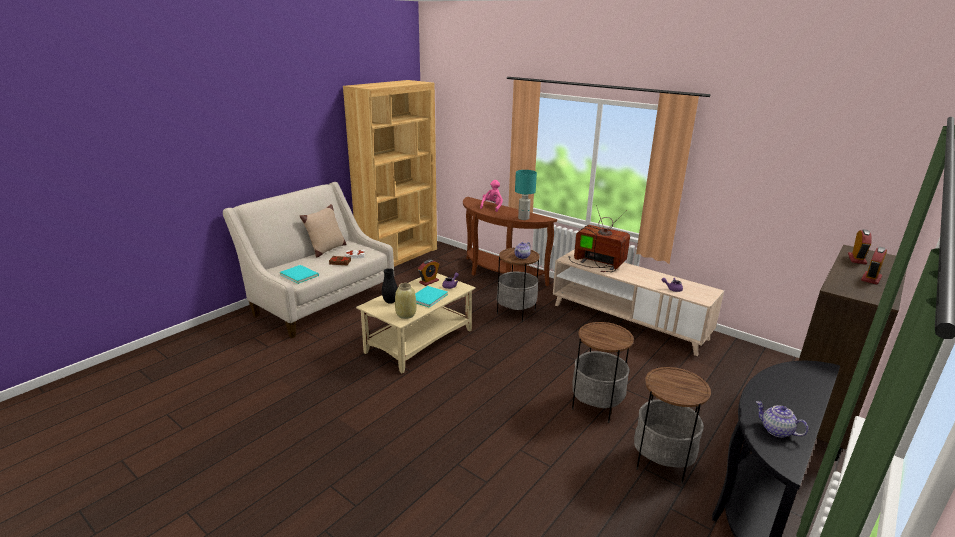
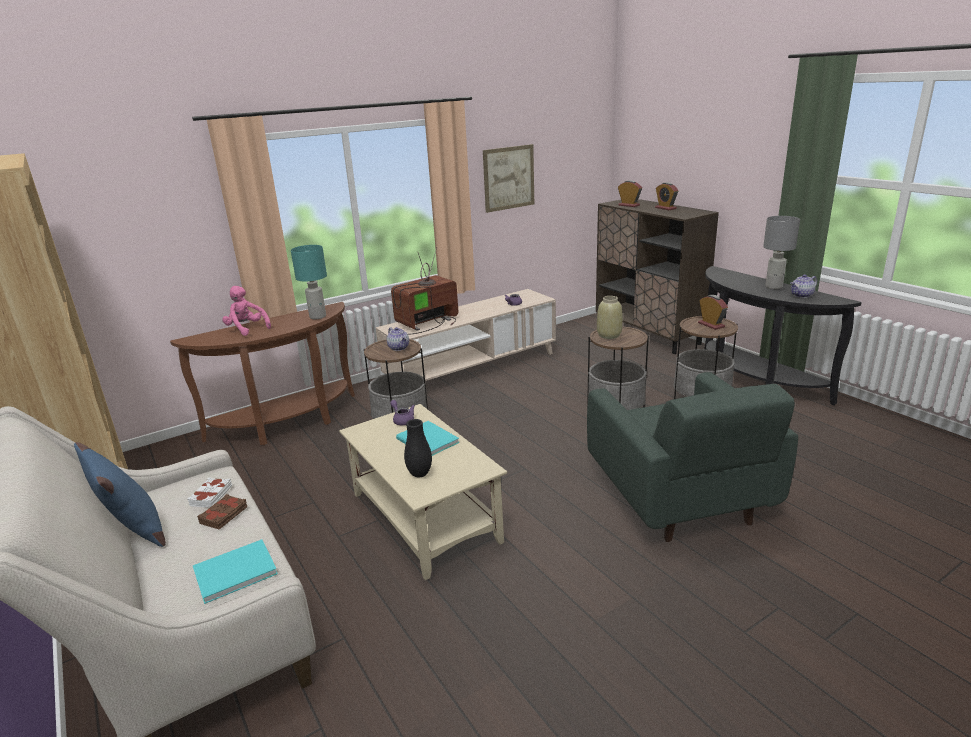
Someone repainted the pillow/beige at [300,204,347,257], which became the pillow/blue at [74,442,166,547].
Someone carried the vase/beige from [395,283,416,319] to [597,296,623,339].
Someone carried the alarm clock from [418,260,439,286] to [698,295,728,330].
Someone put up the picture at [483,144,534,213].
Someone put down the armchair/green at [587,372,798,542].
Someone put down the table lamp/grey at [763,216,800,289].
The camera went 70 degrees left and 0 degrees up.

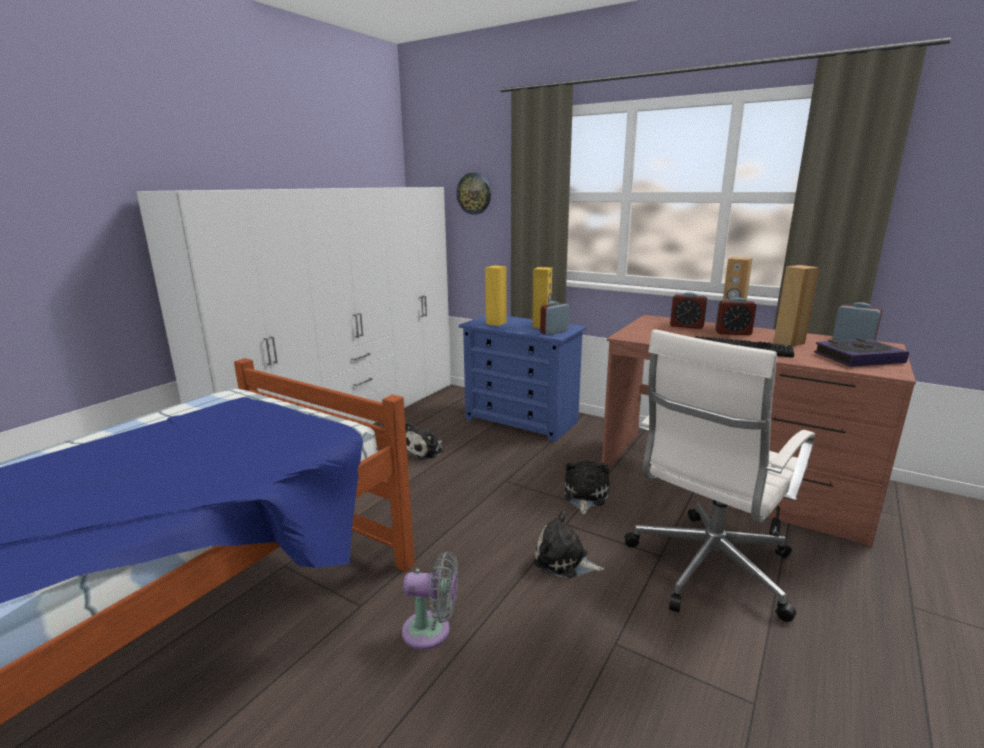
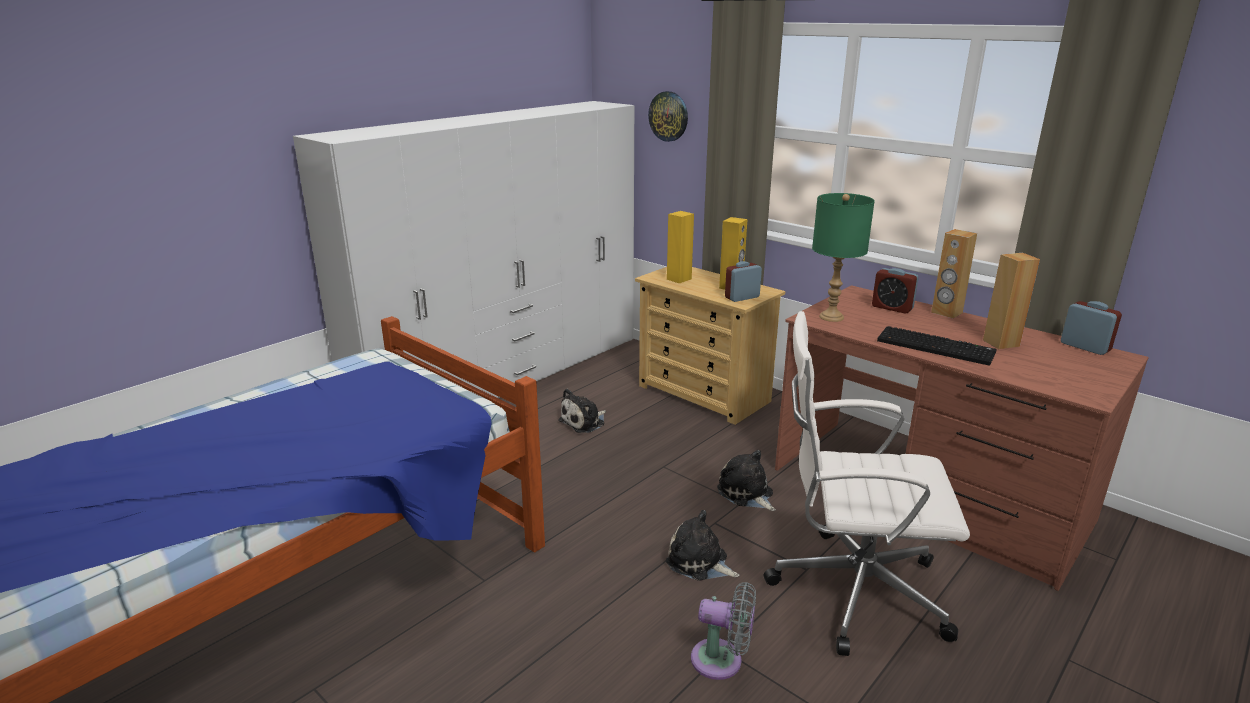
Someone carried the fan/grey from [402,551,458,650] to [691,582,756,680].
Someone repainted the dresser/blue at [459,315,587,442], which became the dresser/beige at [635,267,785,425].
Someone rotated the plush toy at [564,461,609,514] by 60 degrees counterclockwise.
Someone rotated the office chair/white at [624,329,815,622] by 45 degrees clockwise.
Someone took away the alarm clock at [715,297,757,335].
Someone took away the book at [814,338,909,367].
Someone put down the table lamp/green at [812,193,875,322].
The camera went 10 degrees right and 5 degrees up.

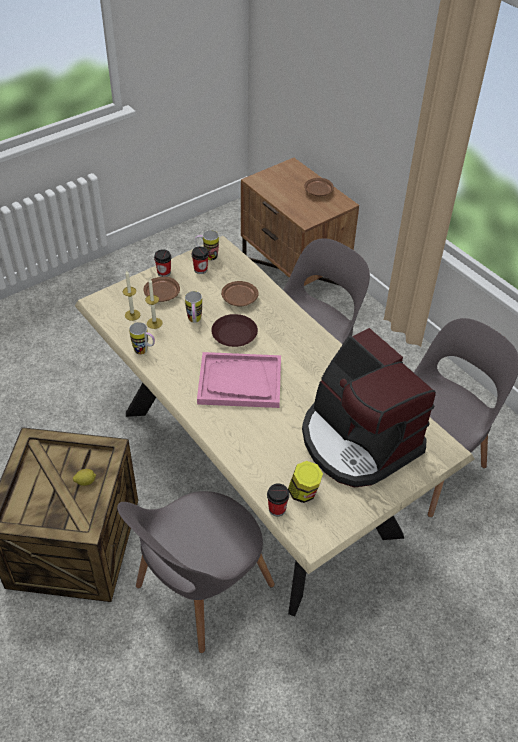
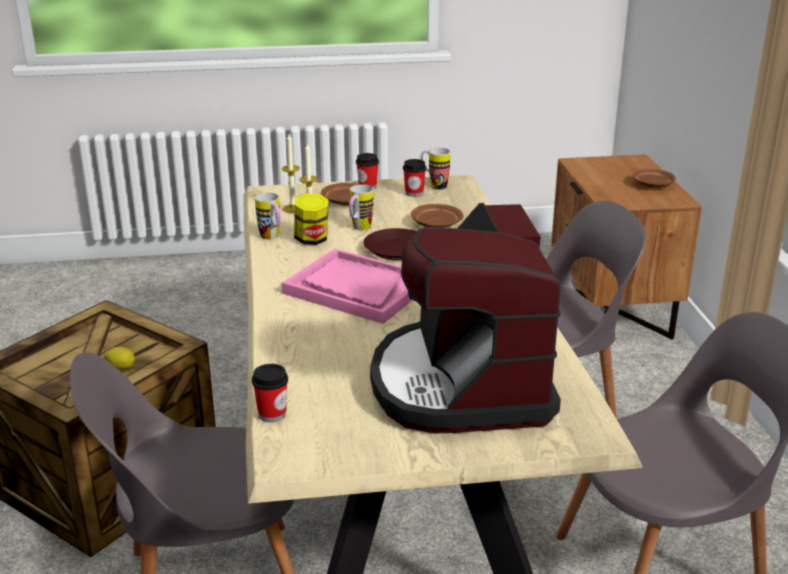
Someone carried the jar from [288,461,323,503] to [294,193,329,245].
The camera went 30 degrees right and 20 degrees down.

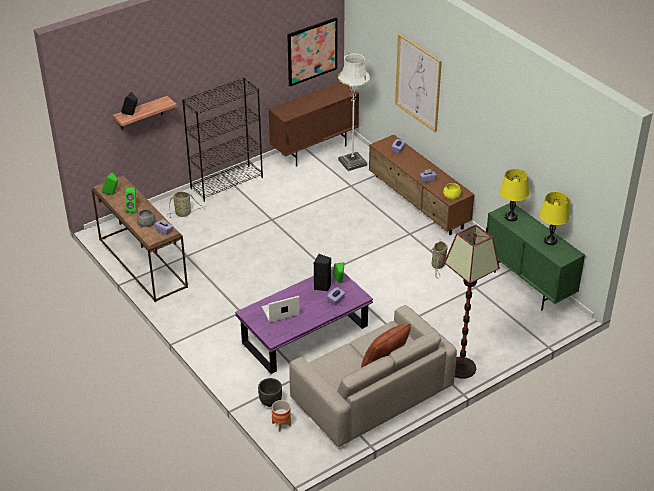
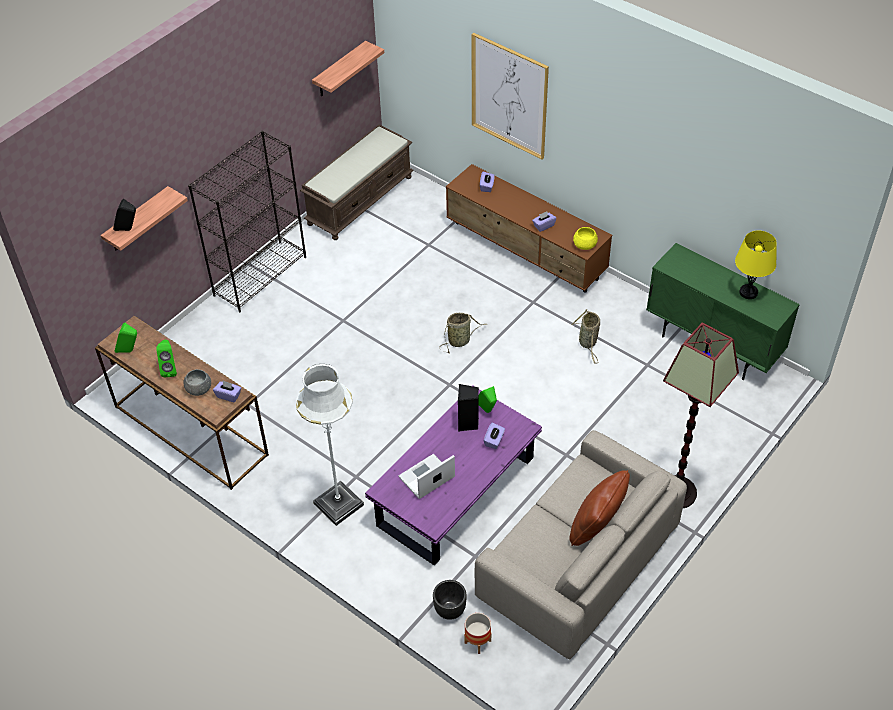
Someone carried the basket from [167,192,206,218] to [439,313,486,354].
Someone swapped the cabinet/brown at [268,82,359,167] for the bench/brown at [300,124,414,240].
Someone swapped the picture at [287,18,338,87] for the shelf at [312,41,384,96].
Someone carried the floor lamp/white from [338,53,370,171] to [296,363,364,526].
Someone took away the table lamp/yellow at [500,169,529,221].
The camera went 15 degrees left and 10 degrees up.

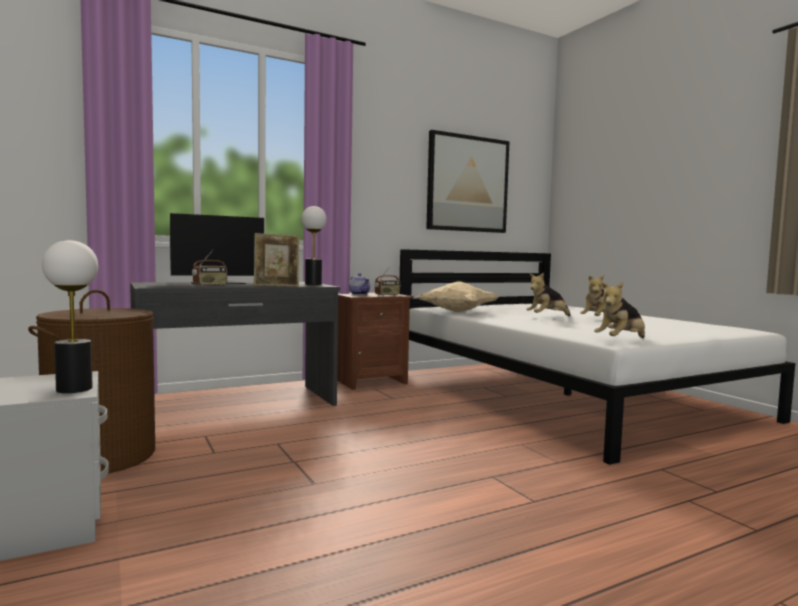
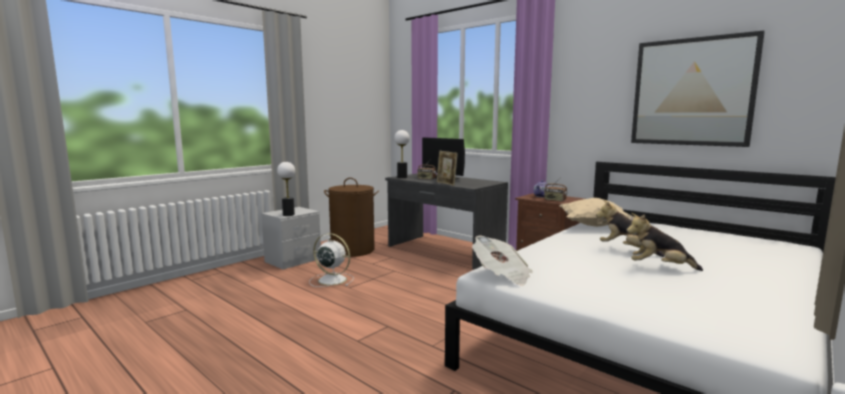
Someone carried the table lamp from [301,206,327,285] to [394,130,410,178].
Someone swapped the plush toy at [594,282,645,338] for the newspaper at [472,236,533,286].
Someone put down the fan/white at [309,233,354,287].
The camera went 70 degrees right and 5 degrees up.

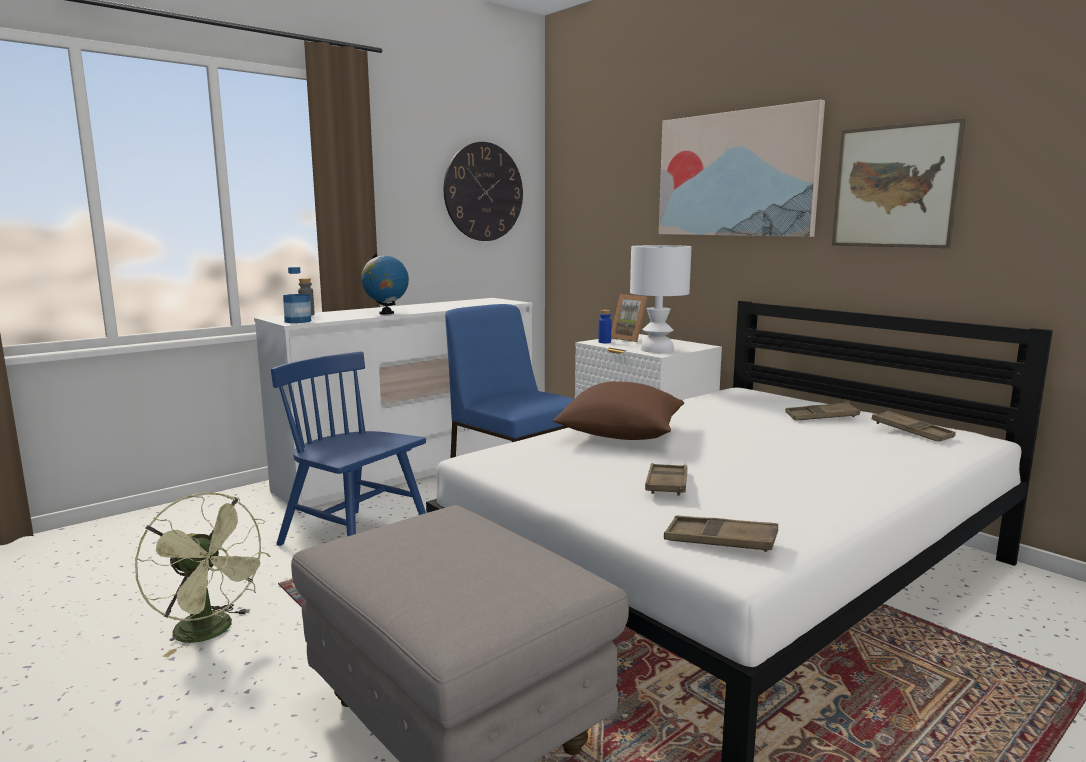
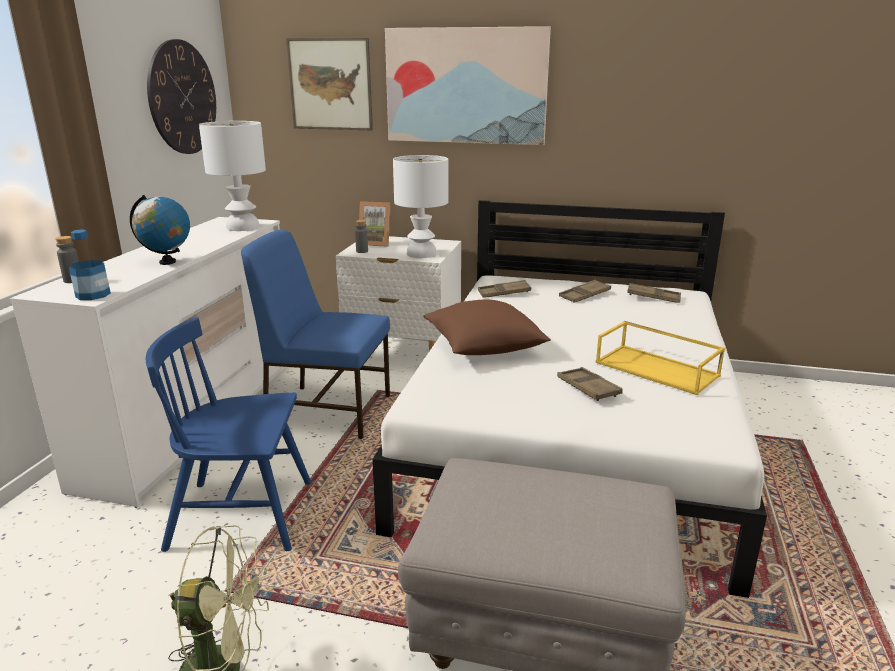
Someone repainted the bottle/blue at [598,310,612,343], which became the bottle/grey at [355,220,368,253].
Someone carried the tray/brown from [664,515,778,552] to [478,280,531,298].
Someone carried the picture from [832,118,966,248] to [286,38,373,130].
Someone put down the table lamp/white at [199,121,266,231].
Someone put down the tray/yellow at [596,321,725,395].
The camera went 35 degrees left and 10 degrees up.

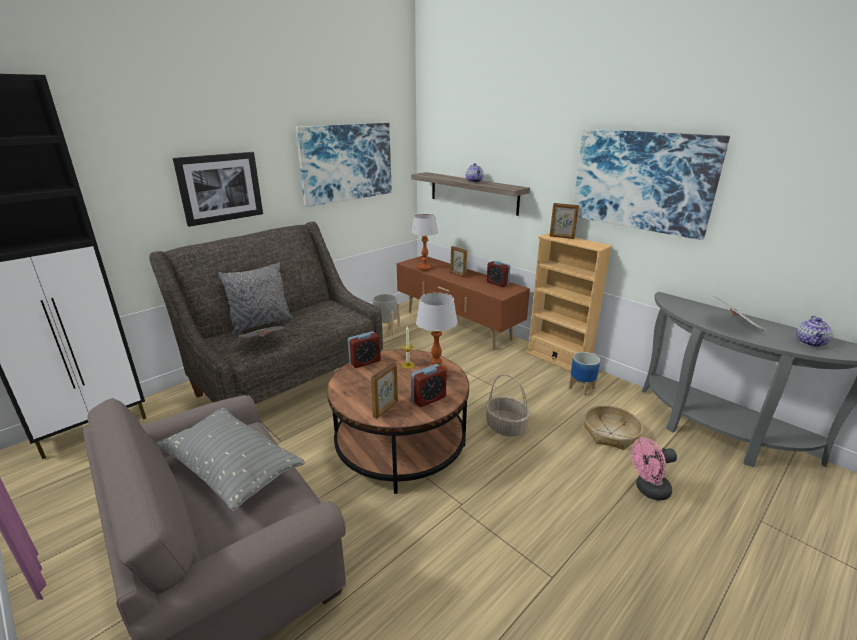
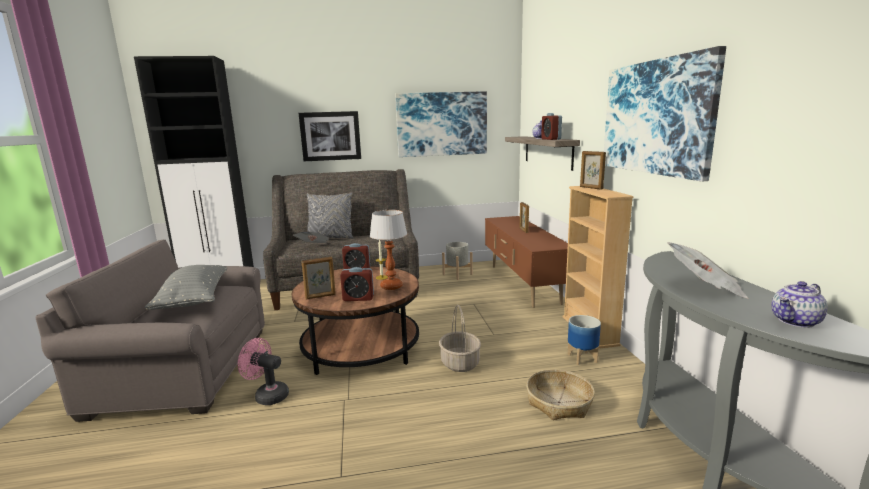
Someone took away the table lamp at [412,214,438,271].
Someone carried the alarm clock from [487,261,510,287] to [541,113,562,140].
Someone carried the fan/pink from [631,437,677,501] to [238,338,289,405].
The camera went 35 degrees right and 10 degrees down.

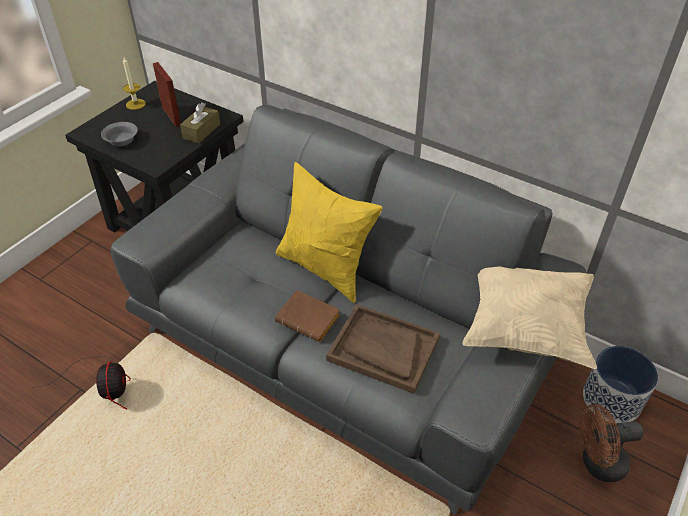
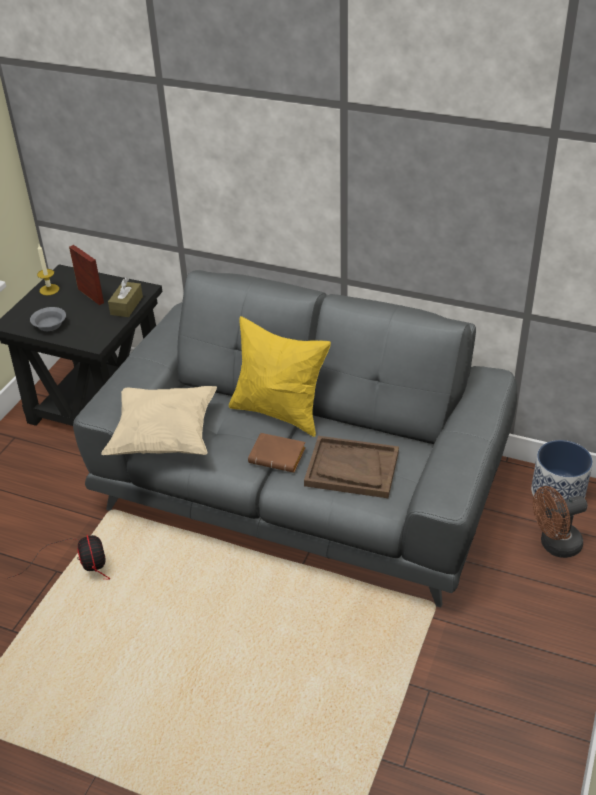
Someone carried the pillow/beige from [463,266,597,369] to [101,386,217,455].
The camera went 10 degrees left and 5 degrees down.

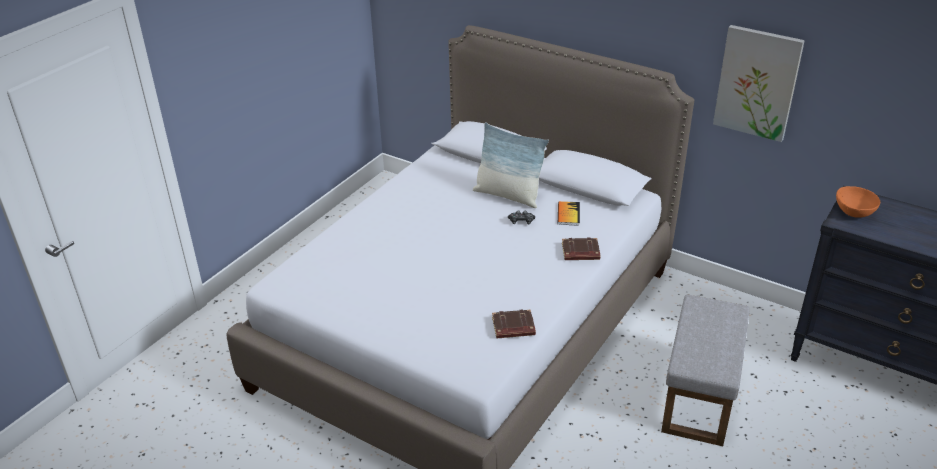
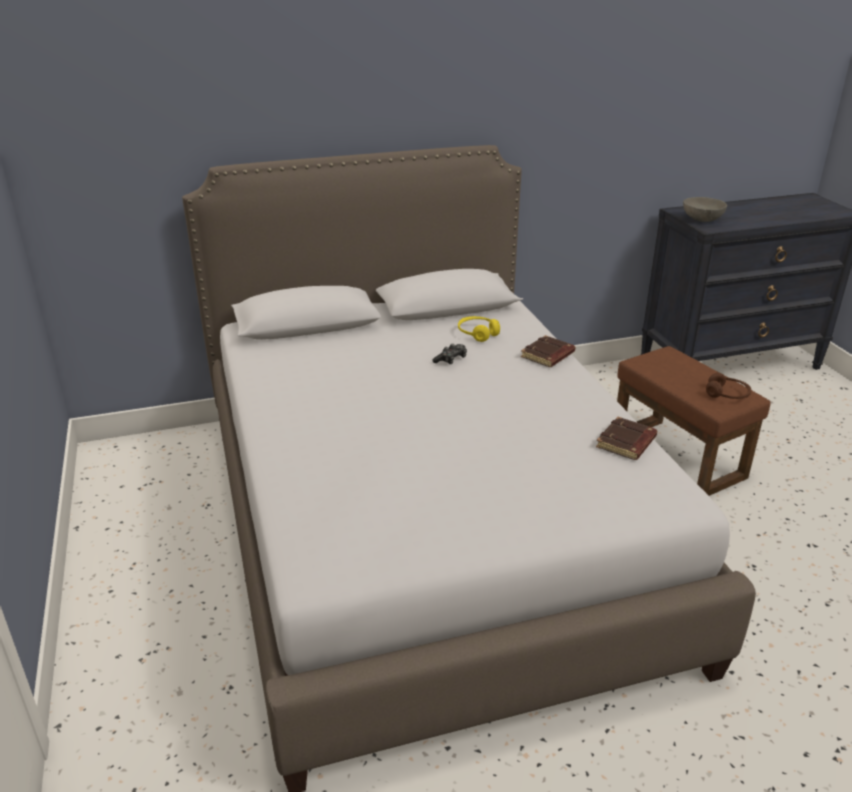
Someone took away the pillow at [473,122,549,208].
Someone swapped the book at [558,201,580,226] for the headphones/yellow at [458,316,500,342].
Someone repainted the ottoman/grey at [661,295,750,446], which became the ottoman/brown at [617,346,771,496].
Someone took away the picture at [713,25,805,142].
Someone repainted the bowl/orange at [836,186,880,218], which became the bowl/grey at [683,197,727,222].
Someone put down the headphones/brown at [706,373,751,399].
The camera went 50 degrees left and 5 degrees down.

